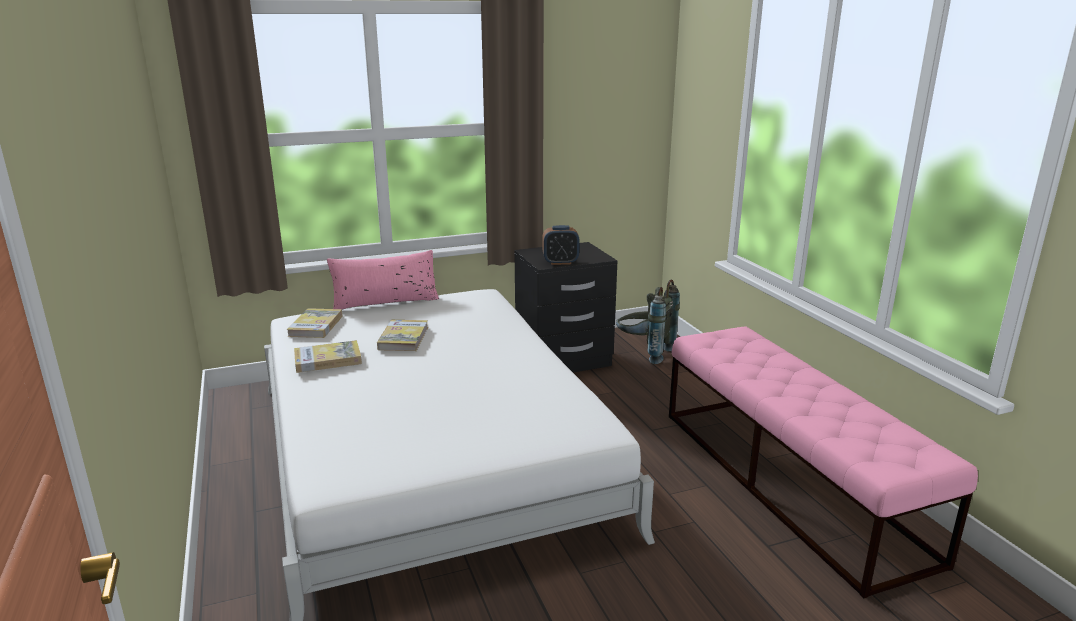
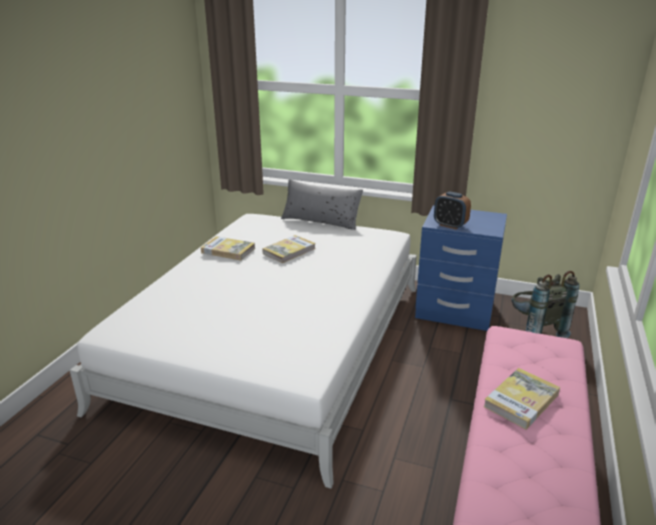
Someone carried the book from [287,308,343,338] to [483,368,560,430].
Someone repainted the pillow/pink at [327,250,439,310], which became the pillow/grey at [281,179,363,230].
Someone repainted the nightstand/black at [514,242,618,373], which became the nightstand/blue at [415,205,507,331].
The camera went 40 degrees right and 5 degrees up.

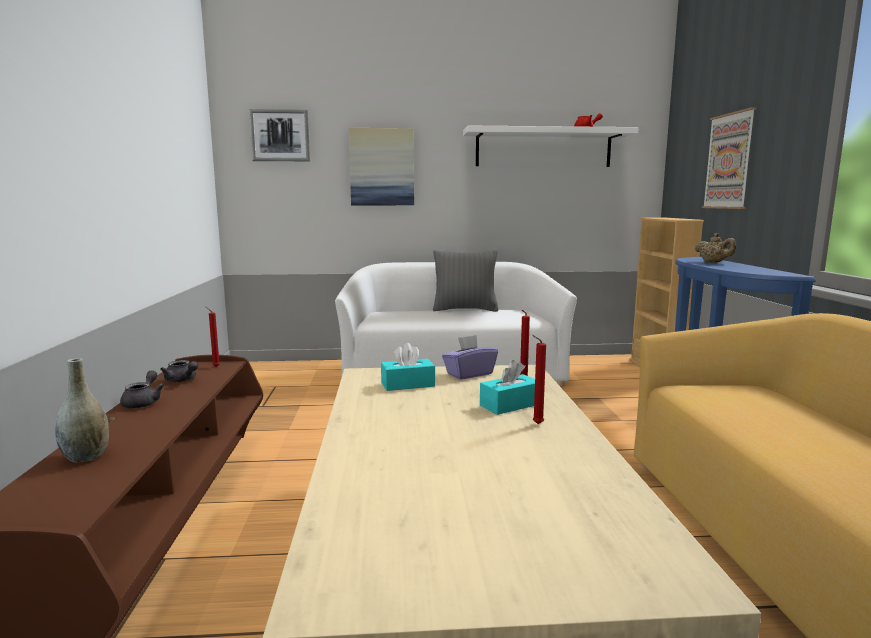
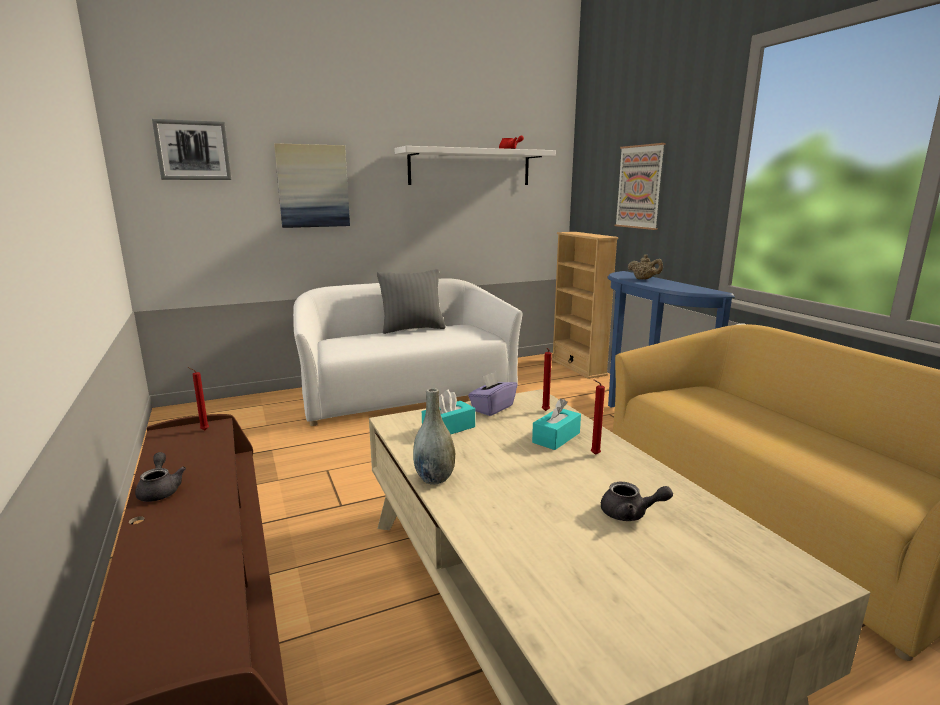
Someone carried the vase/grey from [56,358,109,463] to [413,388,455,485].
Someone carried the teapot/grey from [160,360,198,382] to [601,482,673,521].
The camera went 20 degrees left and 5 degrees up.

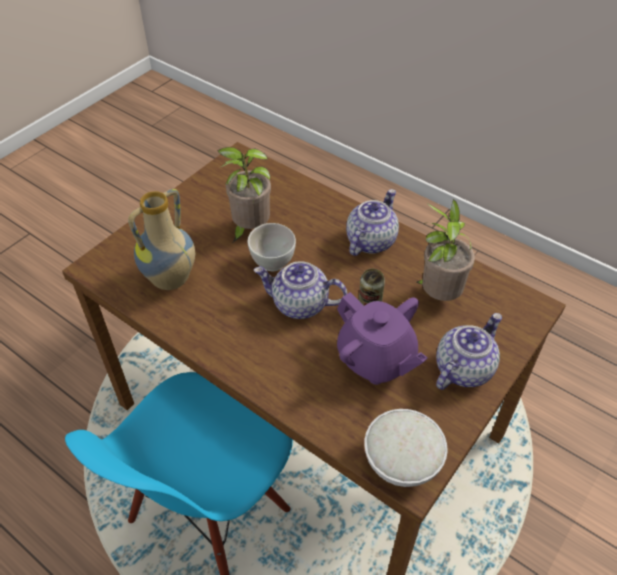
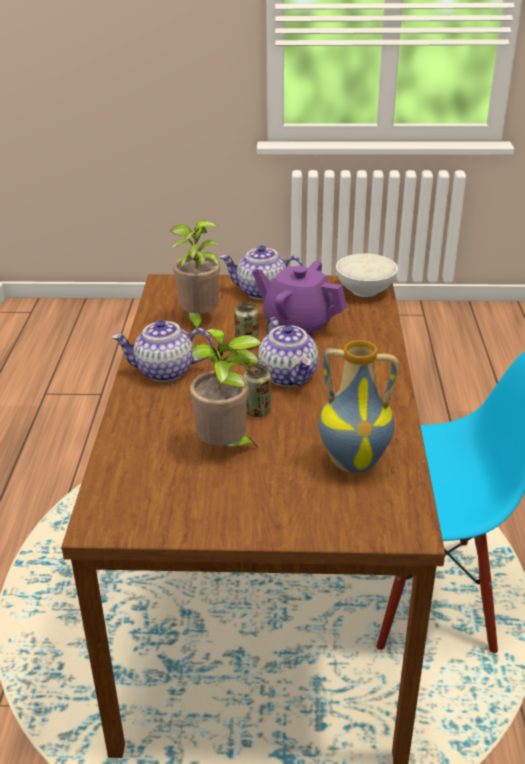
Someone swapped the bowl/white at [248,223,296,271] for the can at [243,364,271,417].
Someone rotated the teapot/purple at [337,292,428,385] by 75 degrees counterclockwise.
The camera went 125 degrees left and 15 degrees down.

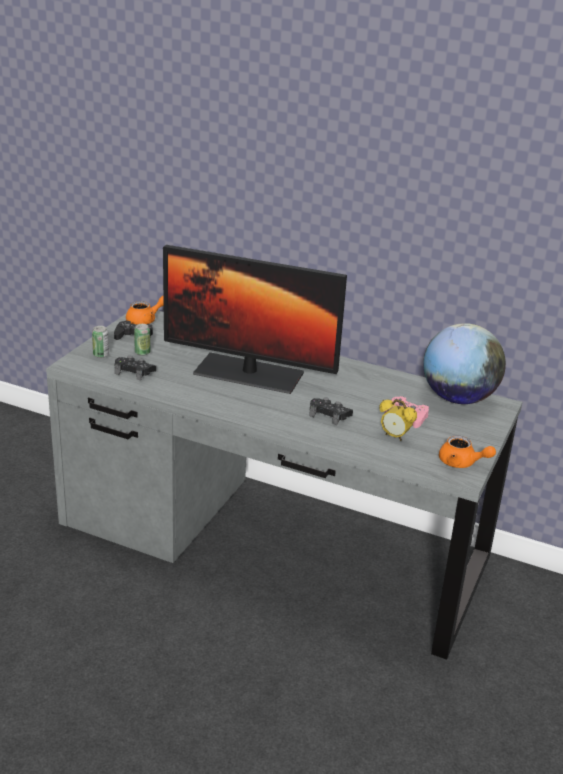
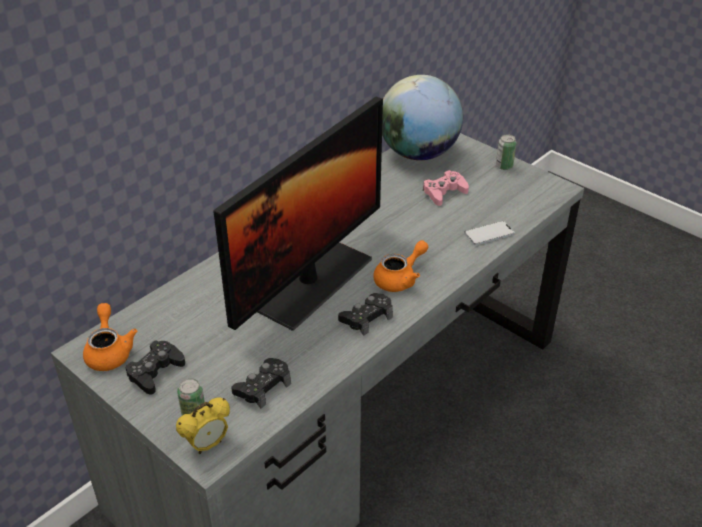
Someone carried the can from [134,324,151,356] to [496,134,516,170].
Someone carried the game controller/black from [309,398,353,425] to [338,293,393,336].
Someone carried the alarm clock from [379,399,417,441] to [176,397,230,454].
Someone carried the teapot/orange from [439,435,496,468] to [373,240,428,292].
Someone put down the phone at [464,221,514,245].
The camera went 70 degrees left and 10 degrees up.

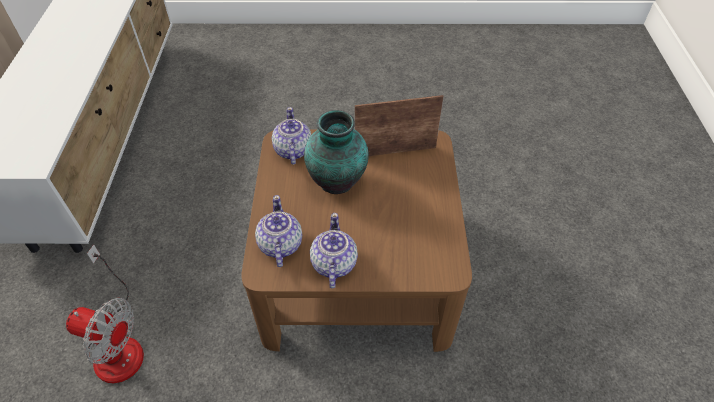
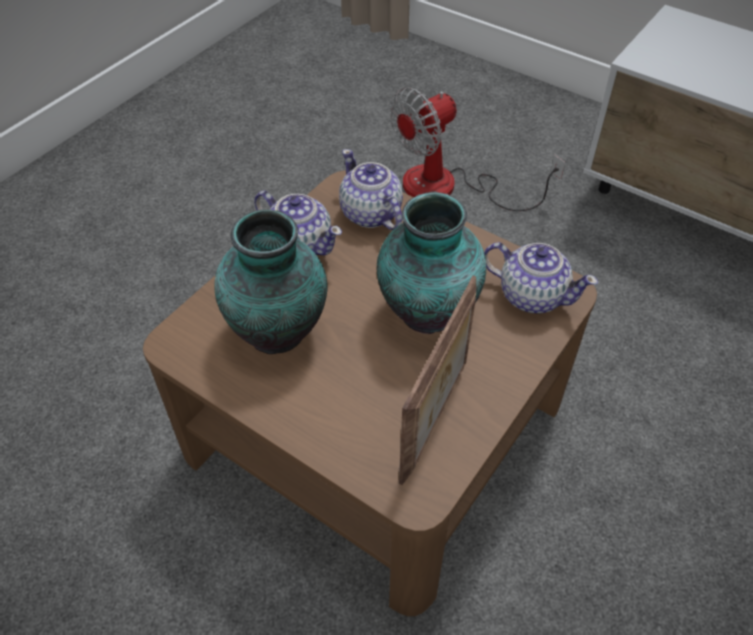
Someone rotated the teapot at [255,195,302,267] by 150 degrees counterclockwise.
Someone put down the vase at [214,209,327,354].
The camera went 125 degrees right and 0 degrees up.

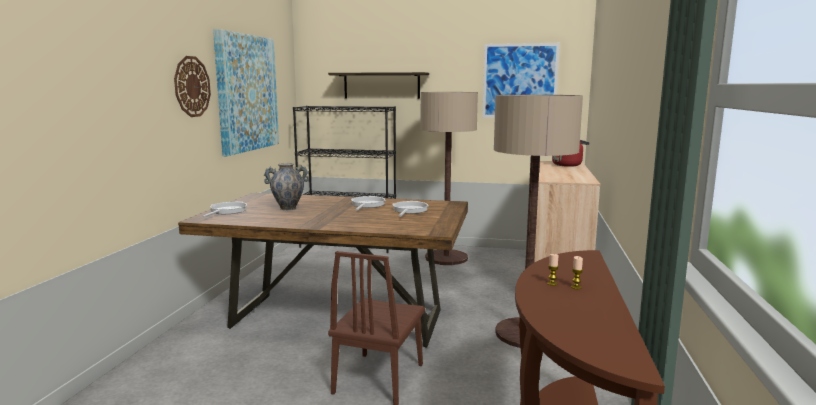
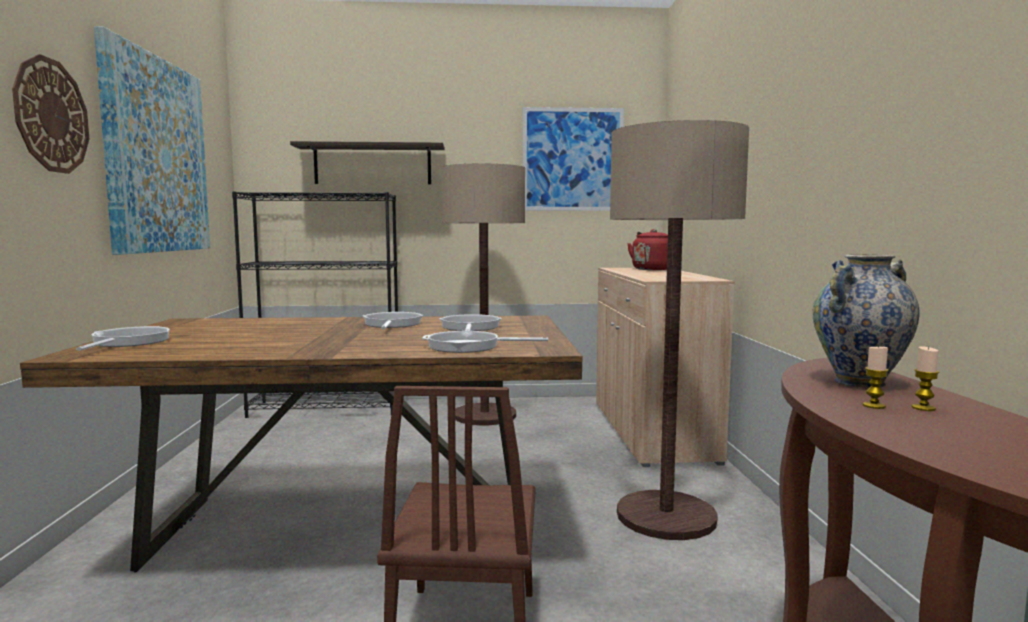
Someone carried the vase from [264,163,309,210] to [813,254,920,388].
Someone put down the frying pan at [422,330,548,353].
The camera went 15 degrees left and 5 degrees down.

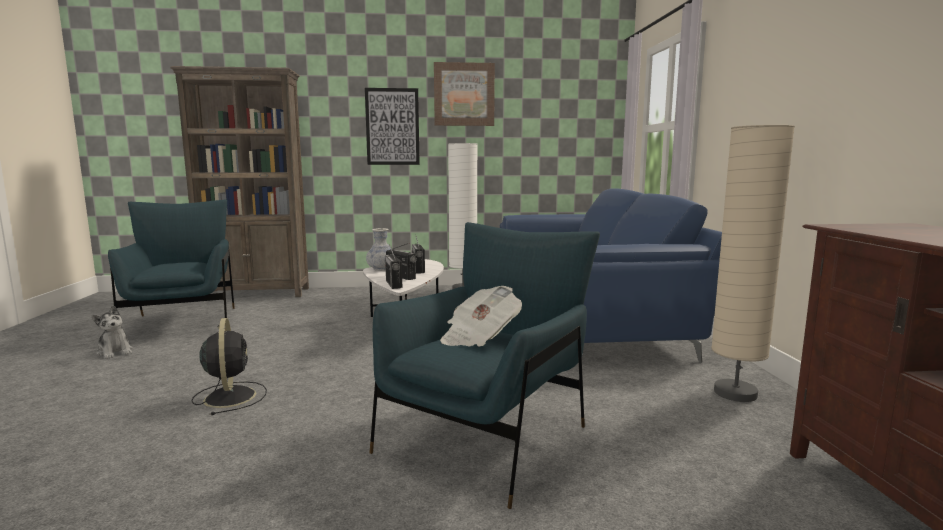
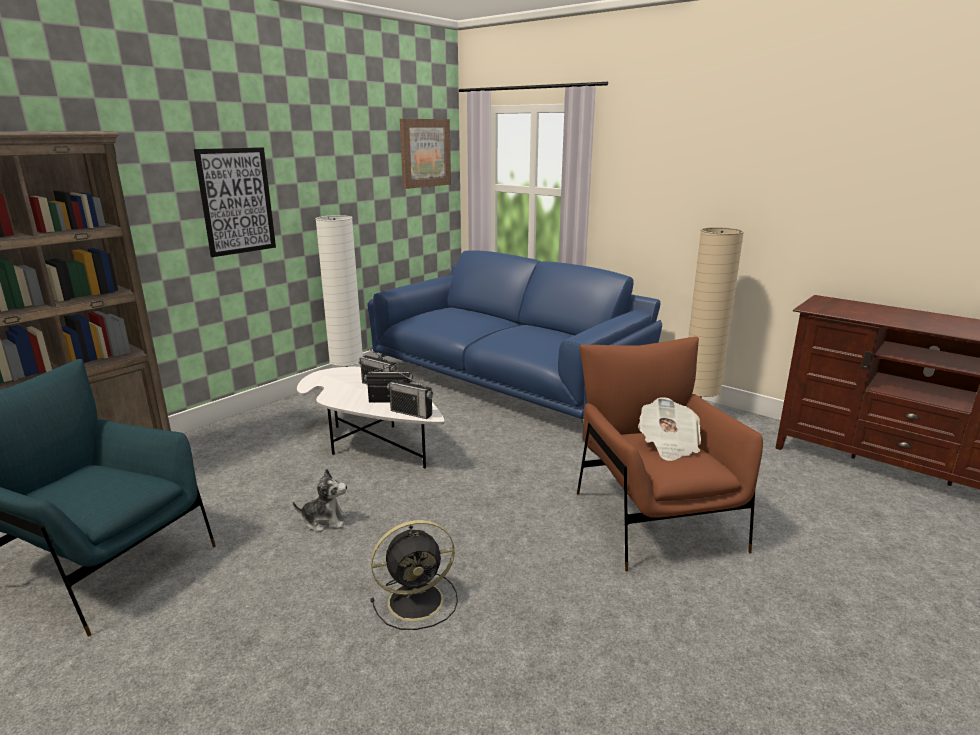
Someone carried the plush toy from [92,305,133,359] to [293,469,348,532].
Someone rotated the fan/black at [191,318,267,415] by 135 degrees clockwise.
Someone took away the vase at [366,228,393,271].
Someone repainted the armchair/blue at [369,222,600,509], which became the armchair/brown at [577,337,763,572].
Someone carried the picture from [434,62,495,126] to [400,119,451,189].
The camera went 45 degrees left and 10 degrees up.

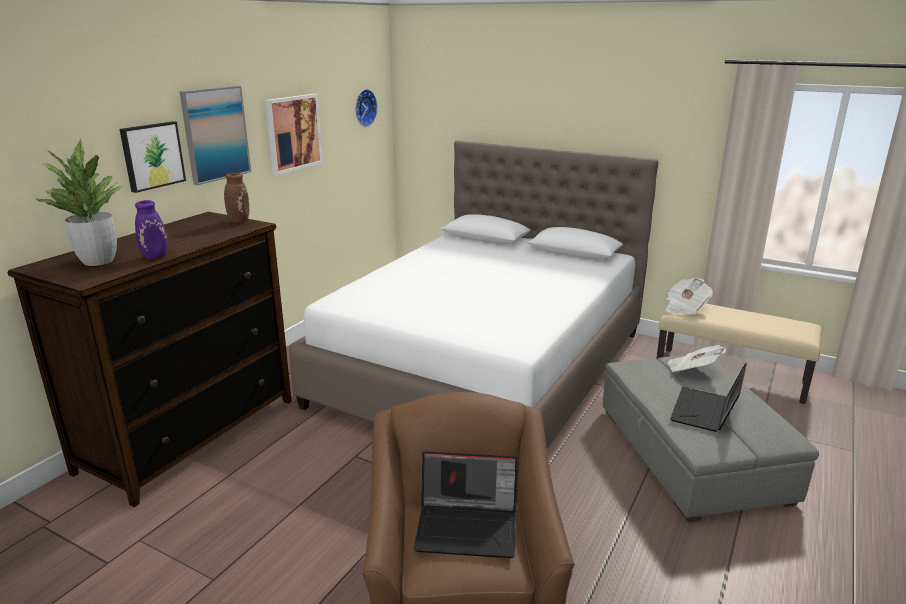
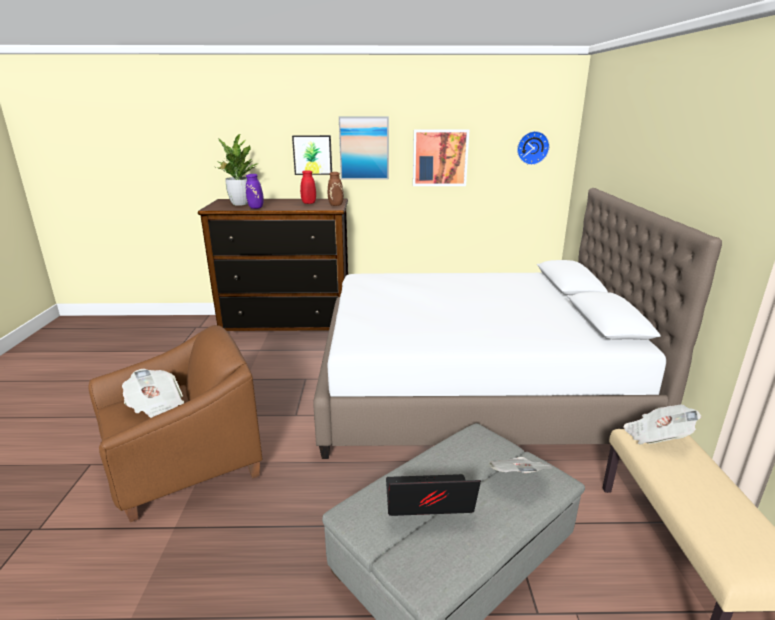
Someone swapped the laptop at [414,451,517,558] for the newspaper at [122,369,184,418].
Someone put down the vase/red at [300,170,316,204].
The camera went 60 degrees right and 0 degrees up.

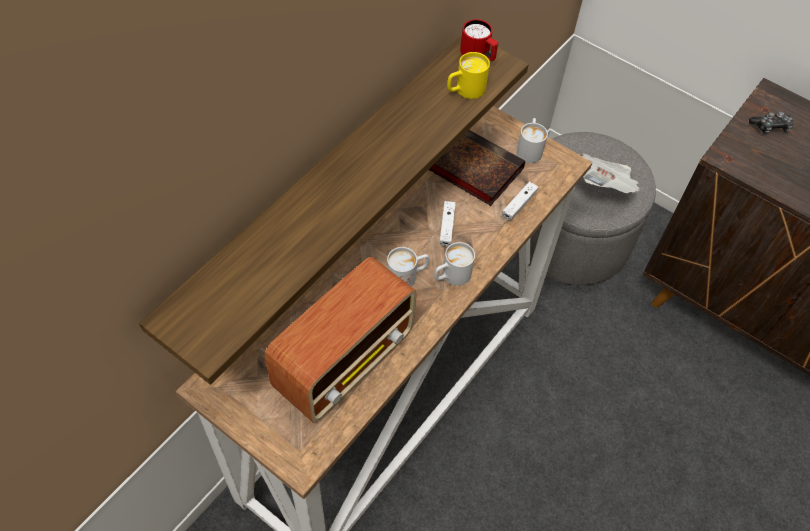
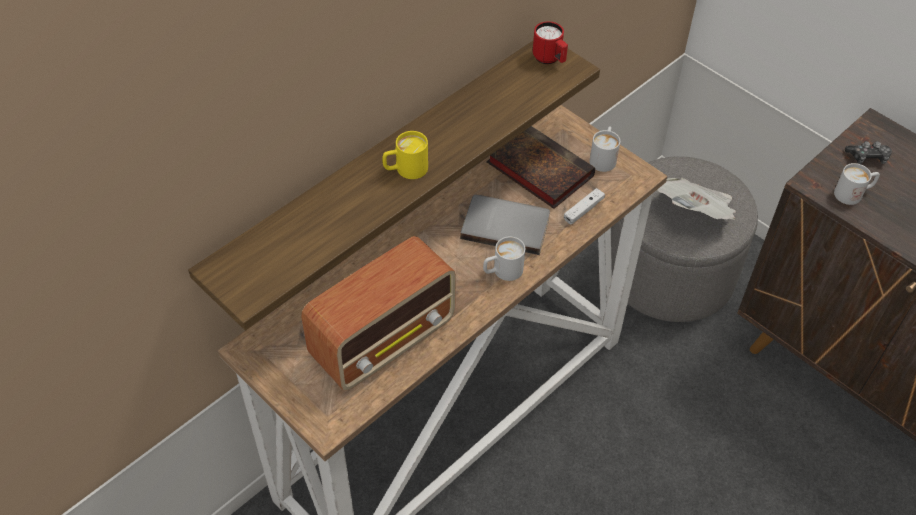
Someone carried the mug/white from [387,247,429,287] to [834,163,880,205].
Someone swapped the game controller/white at [439,201,456,247] for the book/grey at [460,195,550,255].
Someone carried the mug/yellow from [447,52,490,99] to [382,131,428,179].
The camera went 10 degrees right and 5 degrees down.

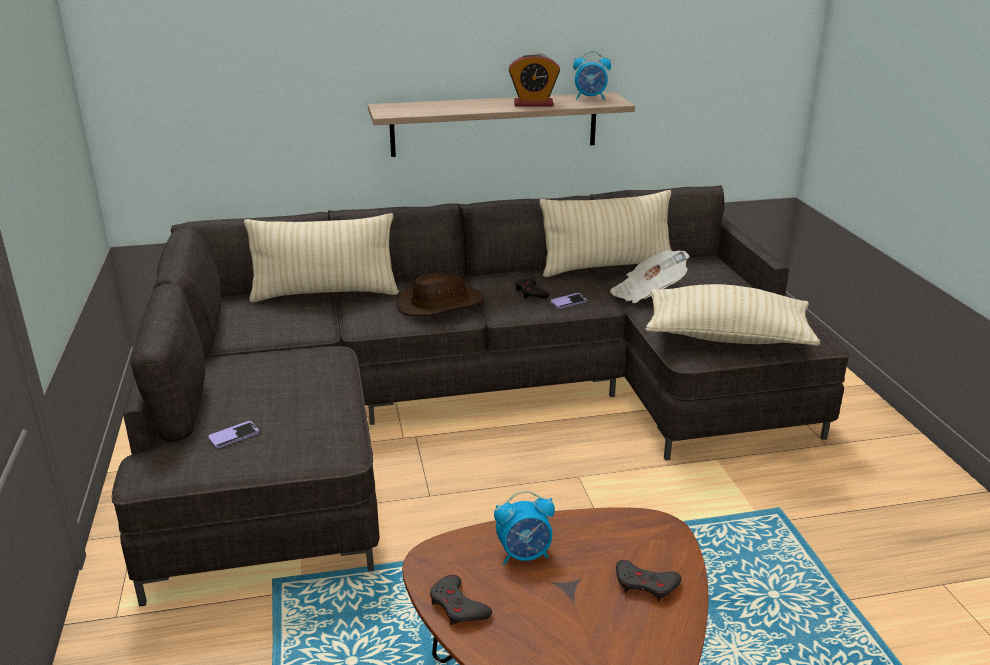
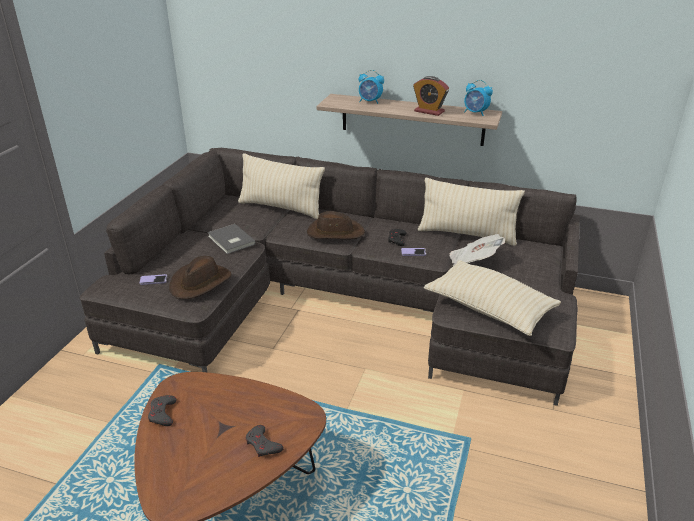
Someone carried the alarm clock from [494,491,555,565] to [359,70,384,104].
Someone put down the hat/brown at [169,256,231,299].
Someone put down the book/grey at [207,224,256,254].
The camera went 30 degrees right and 5 degrees up.

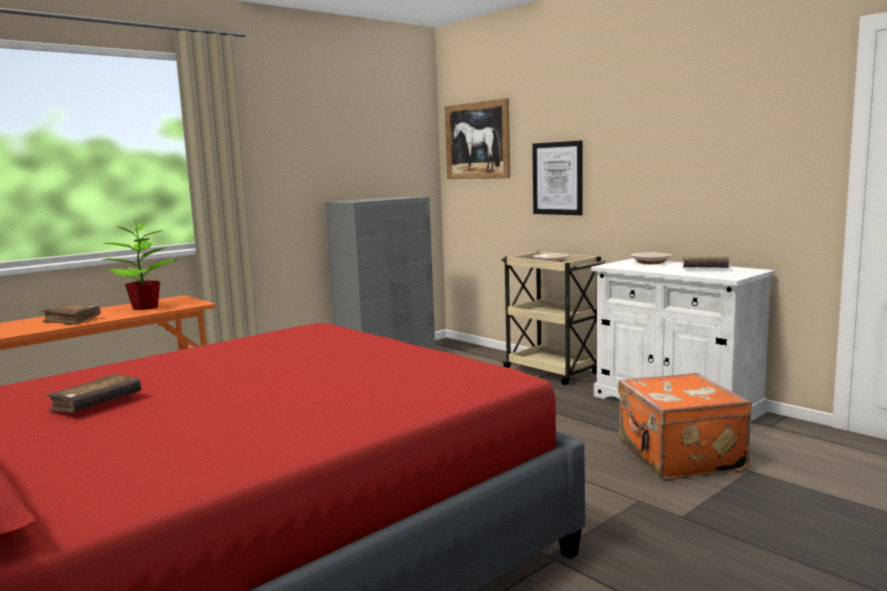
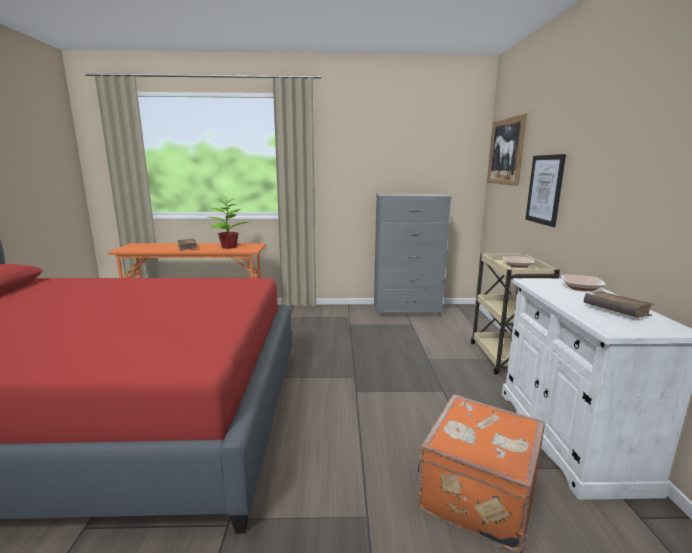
Someone took away the book/brown at [45,374,141,413].
The camera went 40 degrees right and 5 degrees up.

